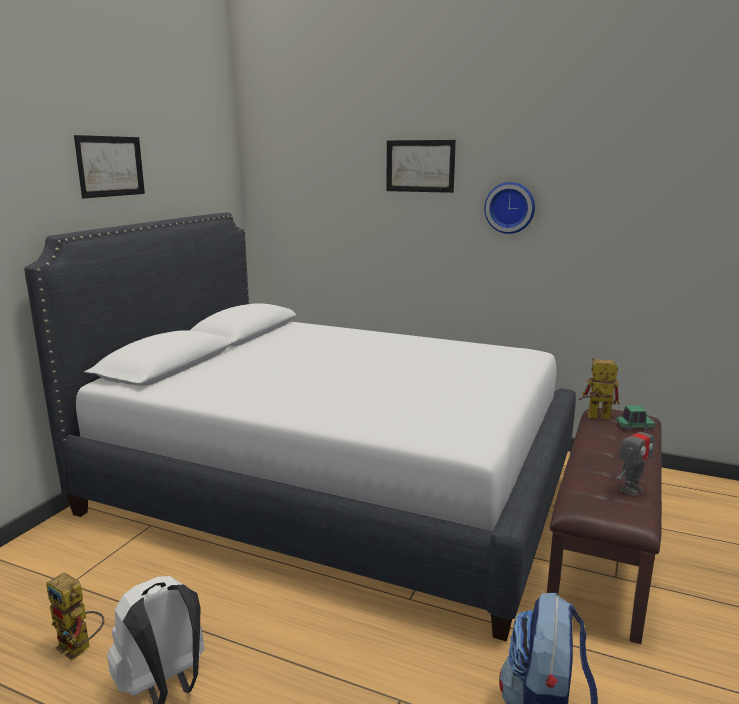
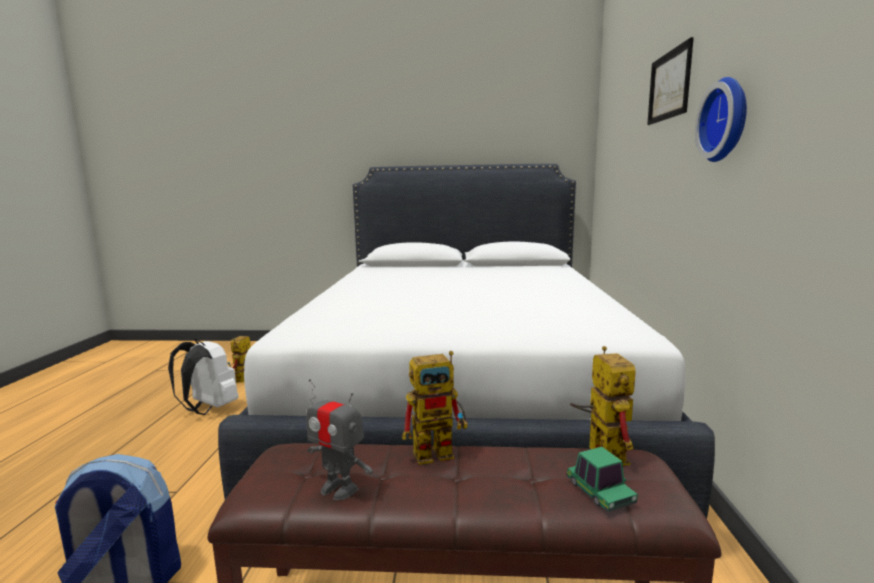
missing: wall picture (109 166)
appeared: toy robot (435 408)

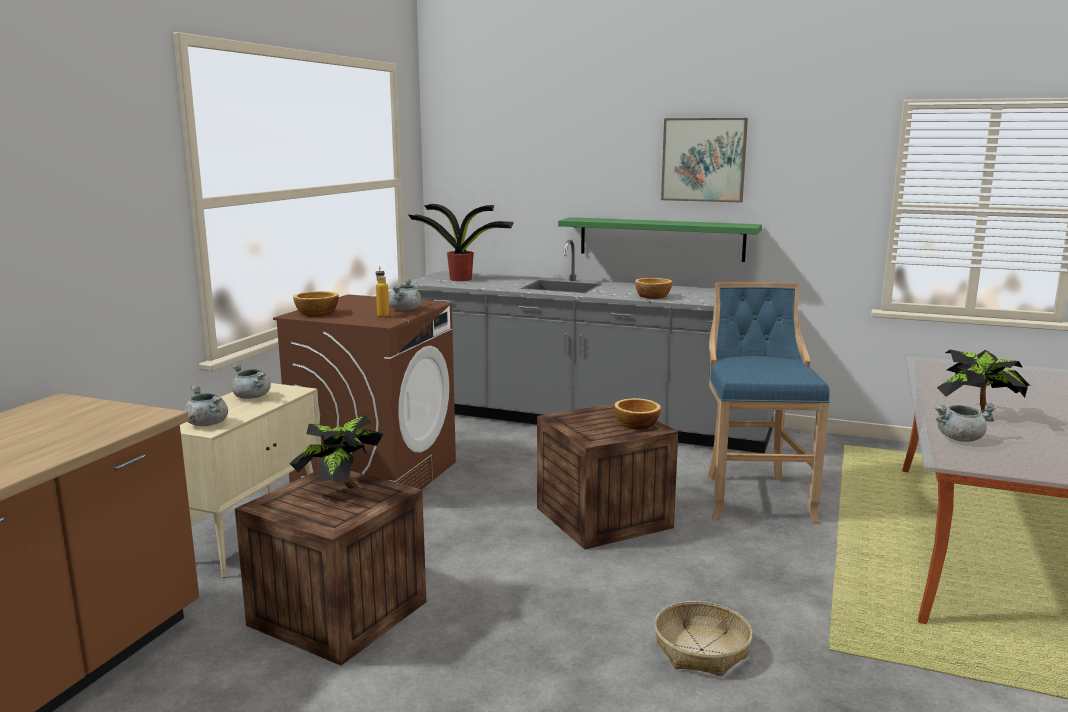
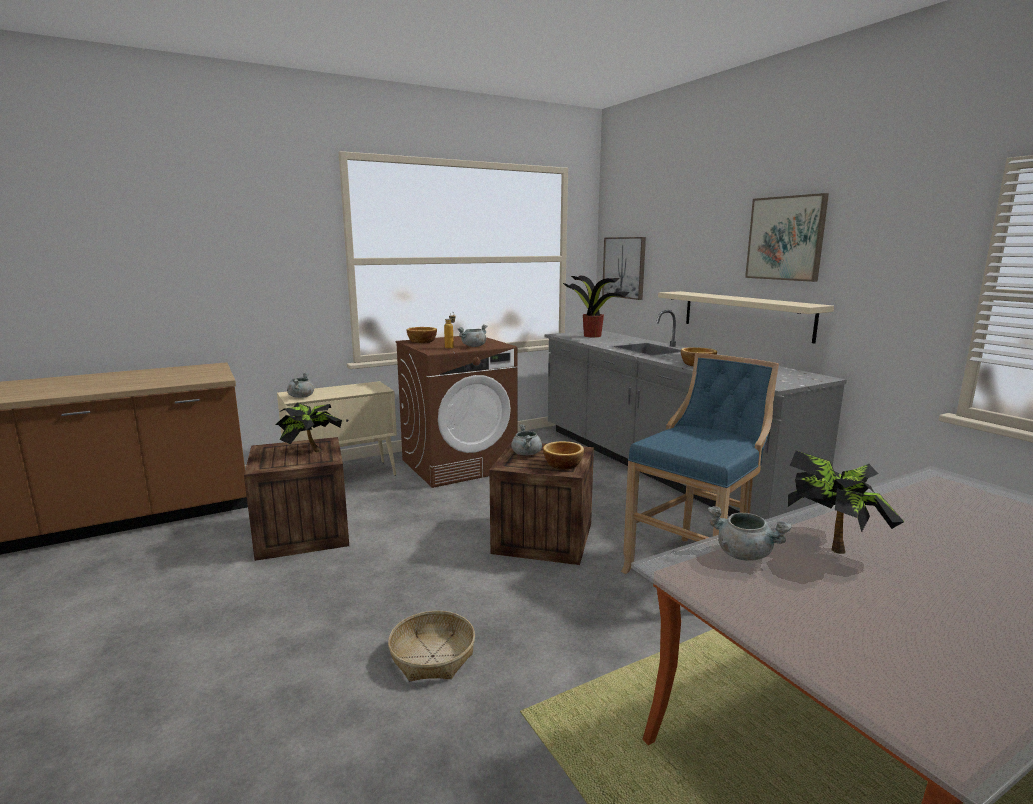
appeared: wall picture (624 268)
relocated: gray saucepot (251 381) to (526 439)
colour: green bracket shelf (660 239) to beige bracket shelf (746 317)

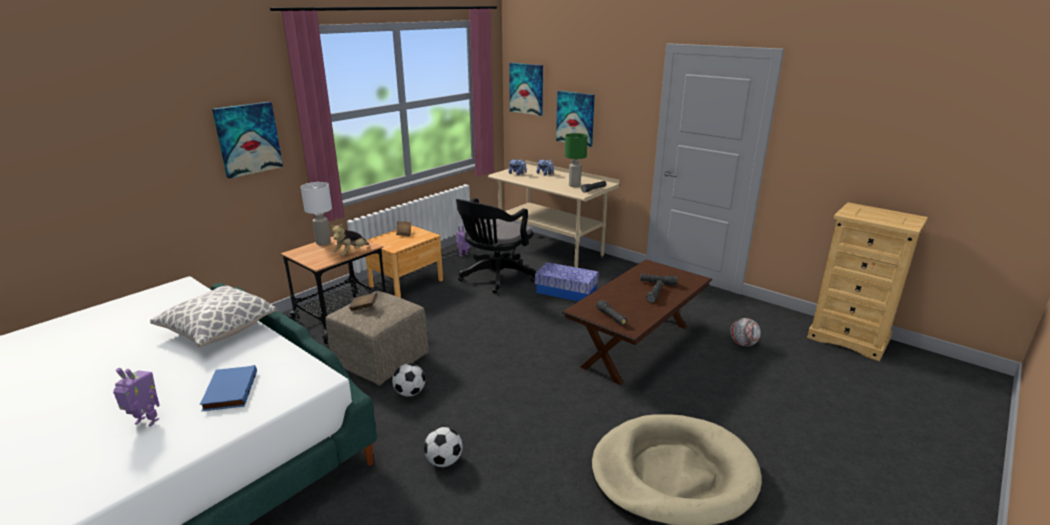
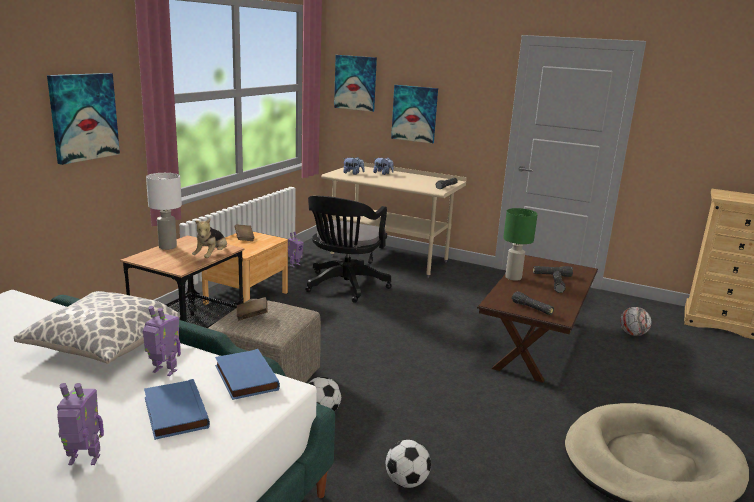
missing: storage bin (567 281)
appeared: toy robot (162 341); blue-coloured book (247 374)
relocated: green table lamp (576 160) to (520 244)

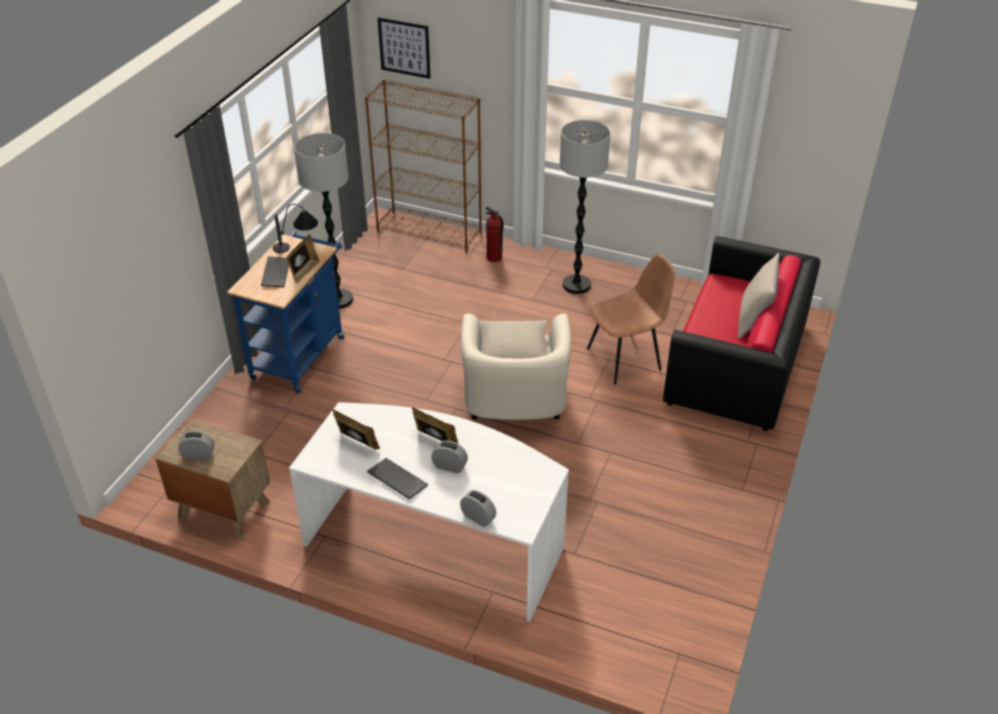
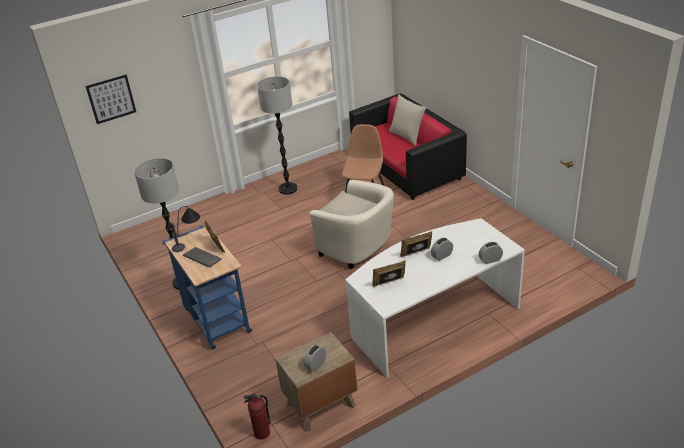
missing: brown-coloured bookcase (423 166); computer keyboard (397 478)
relocated: fire extinguisher (495 234) to (257 416)

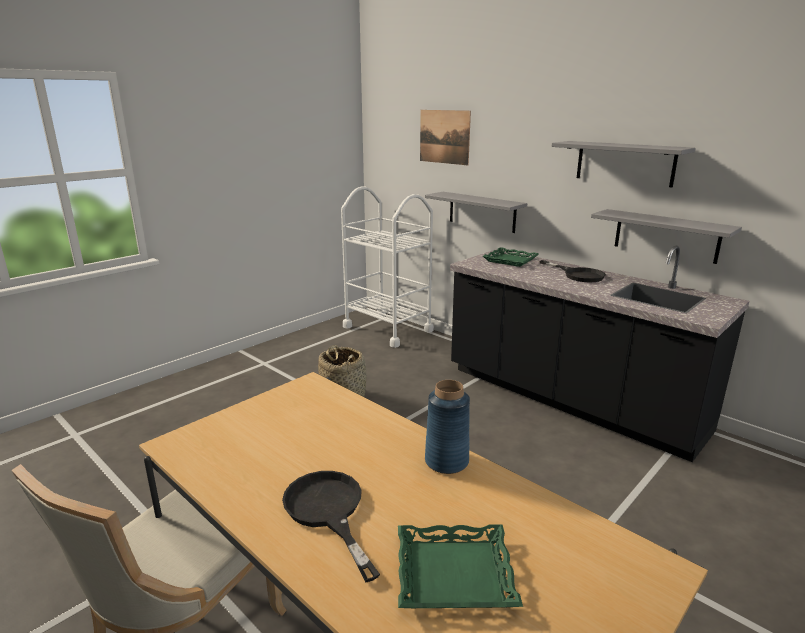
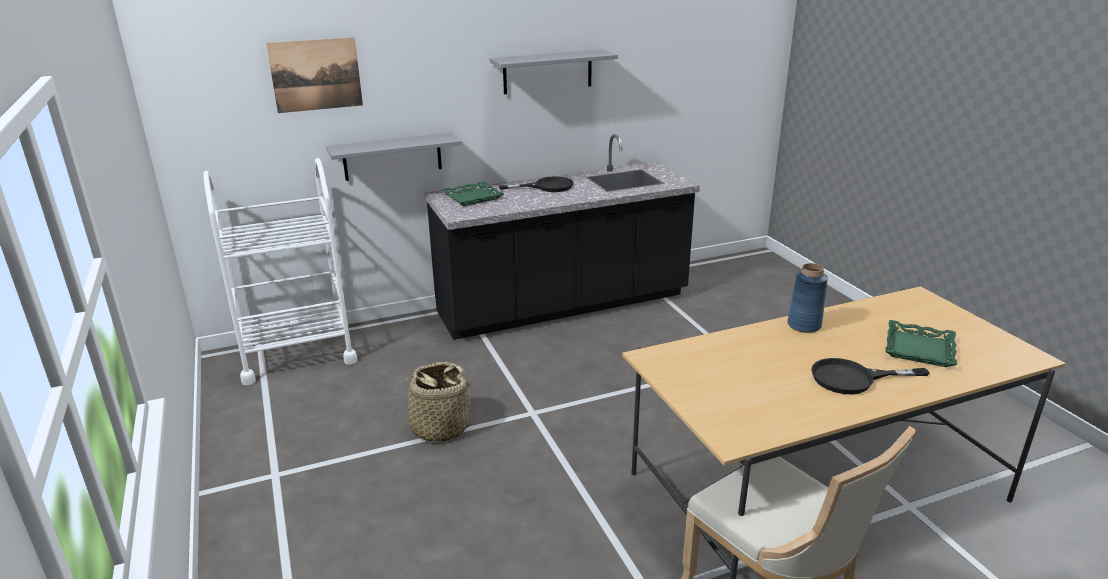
missing: gray bracket shelf (666 236)

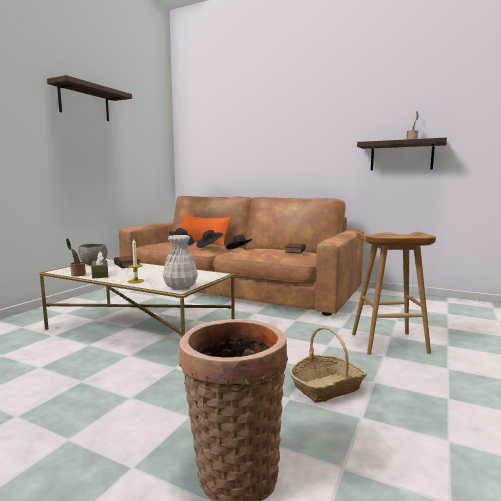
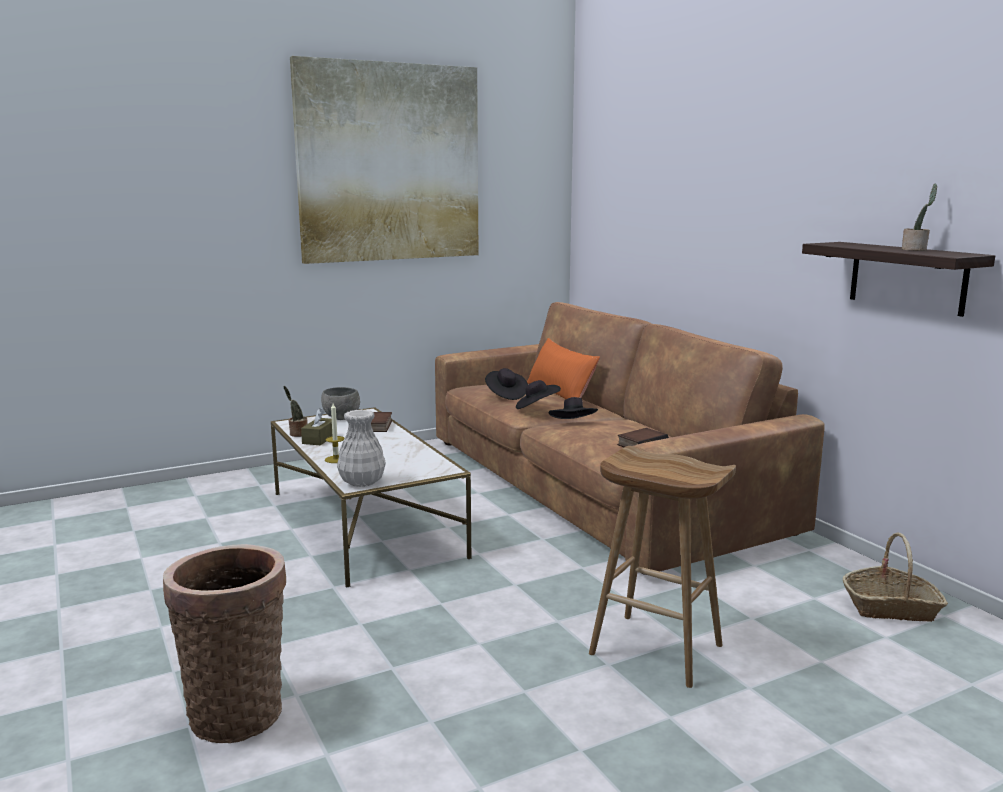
relocated: household basket (328 365) to (895 577)
exchanged: bracket shelf (89 98) to wall picture (384 160)

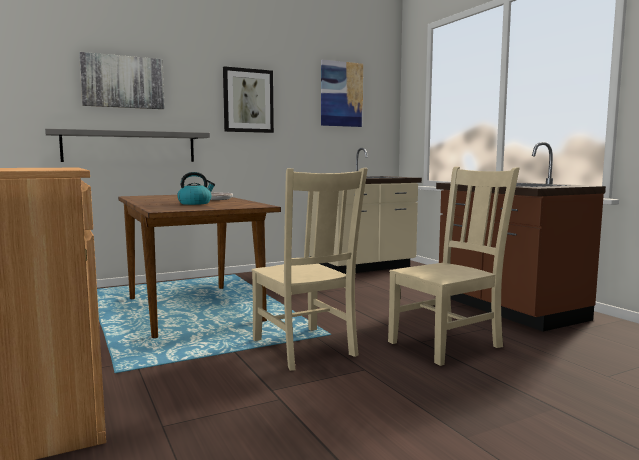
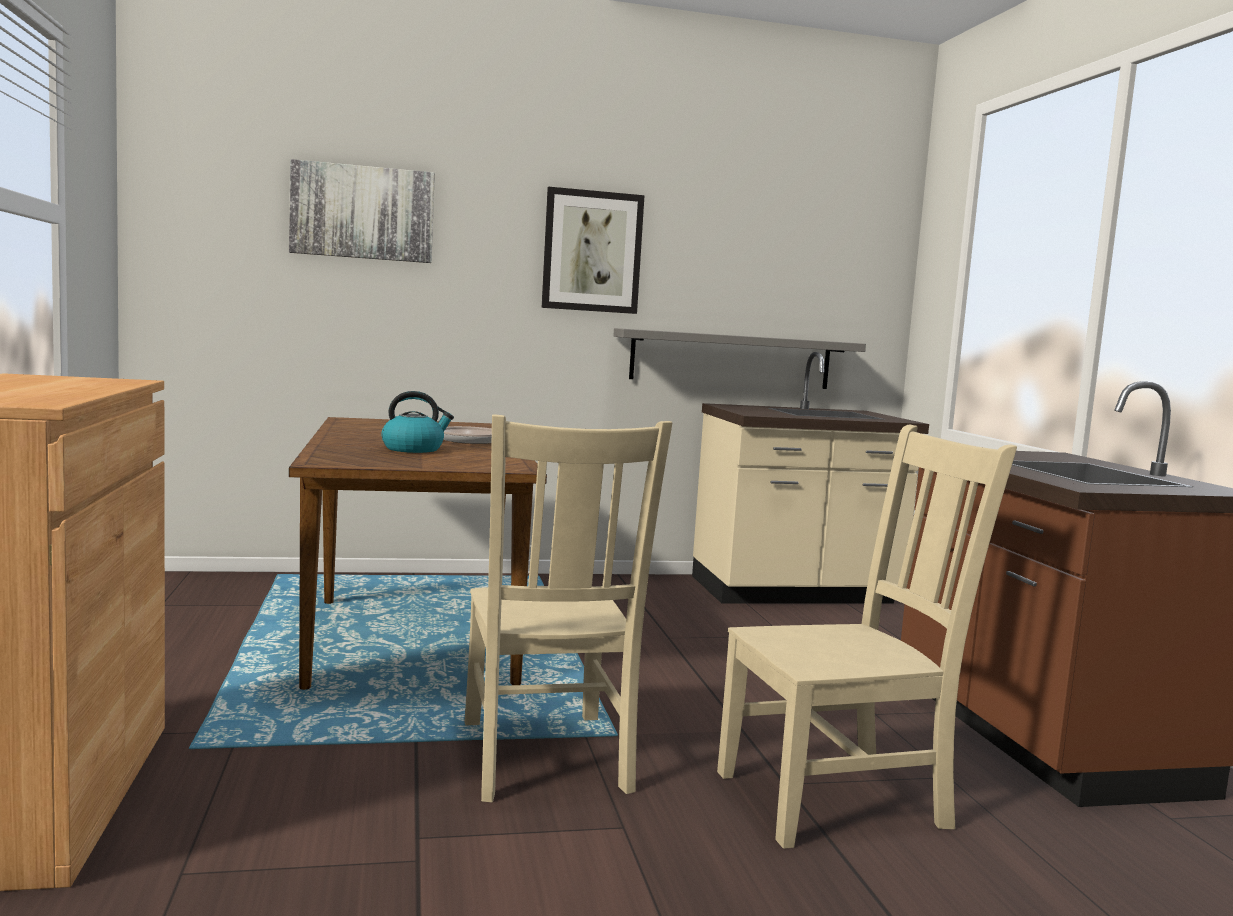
missing: wall picture (342 93)
relocated: gray bracket shelf (127 145) to (739 358)

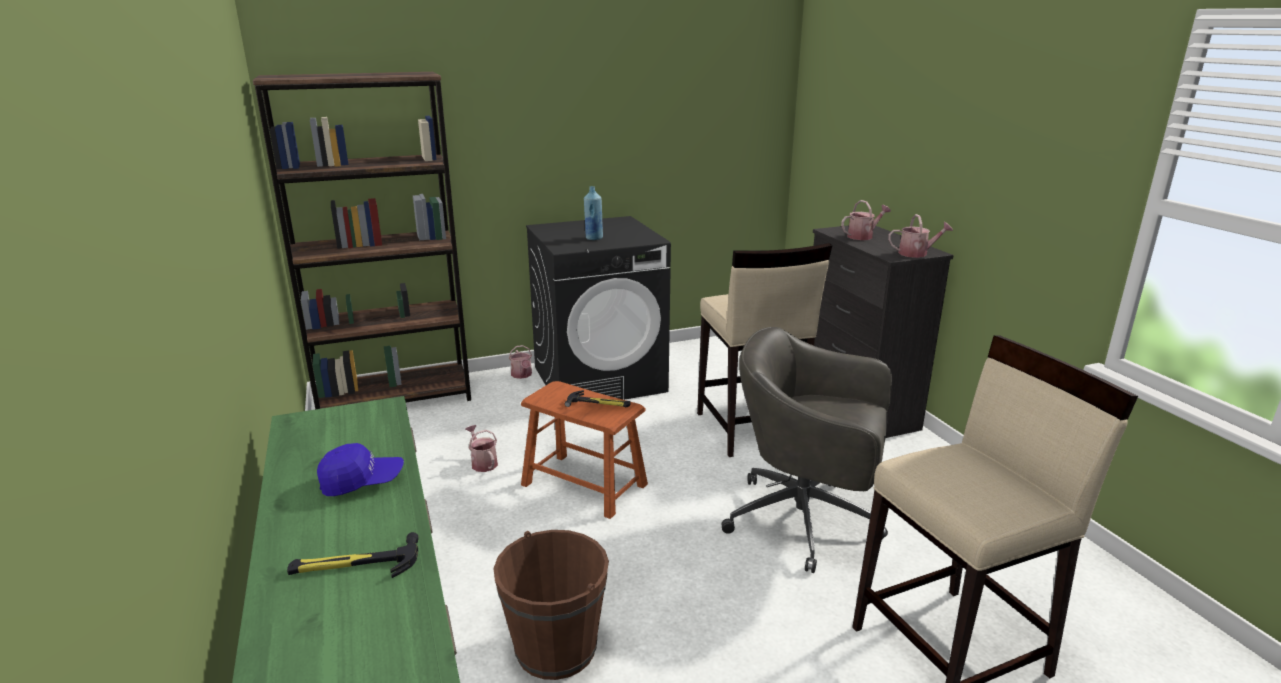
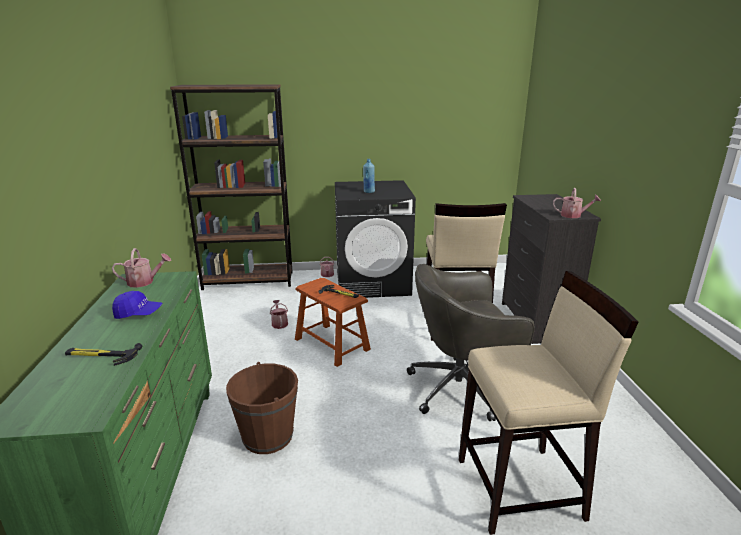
relocated: watering pot (866 220) to (141 268)
spun: gray computer chair (806 450) = (470 342) 45 degrees counterclockwise

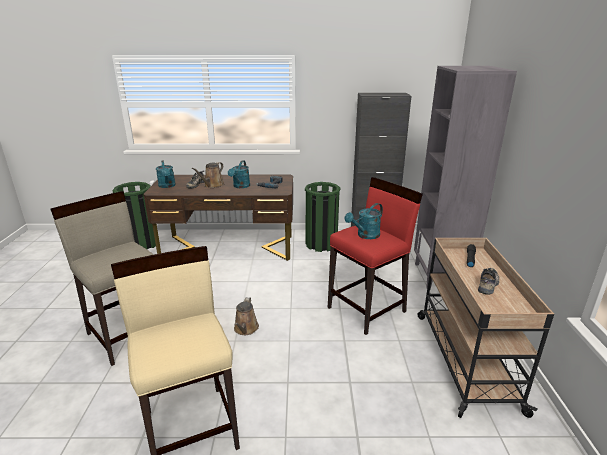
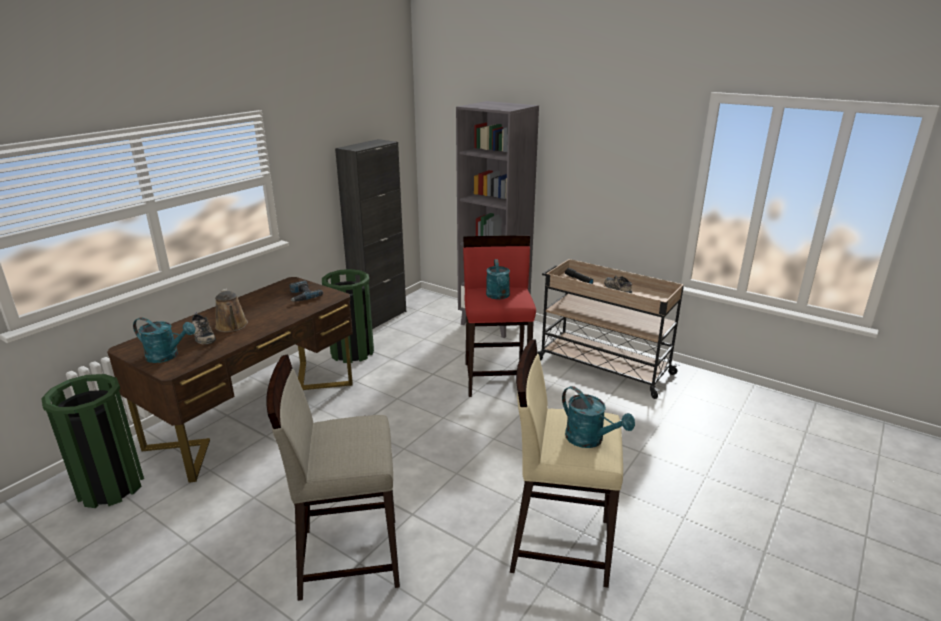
missing: brown-coloured watering pot (246 316)
relocated: blue-green watering pot (239 174) to (598 417)

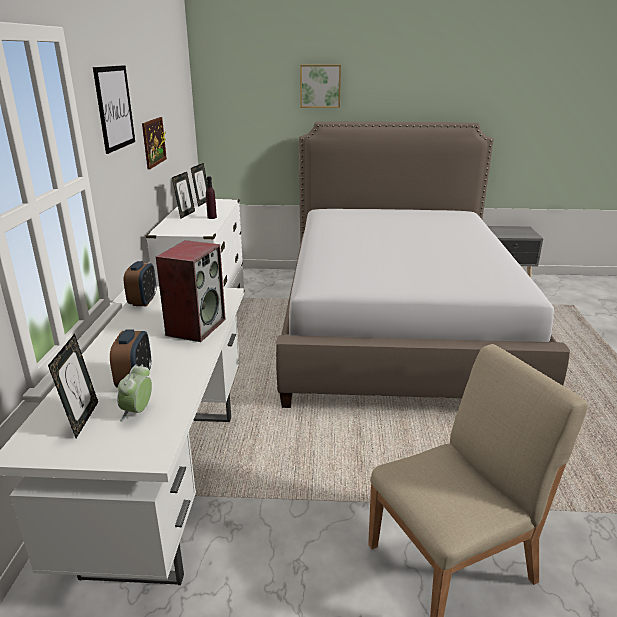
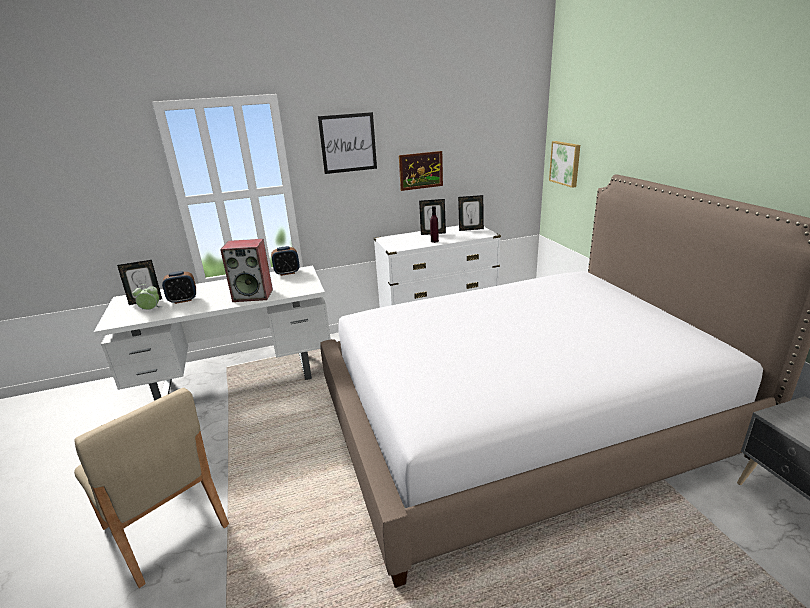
relocated: wall picture (320 86) to (564 164)

